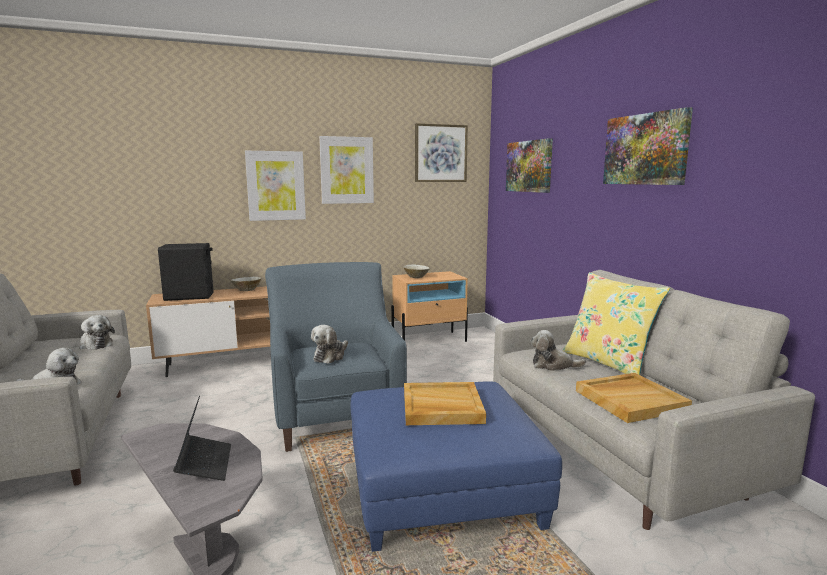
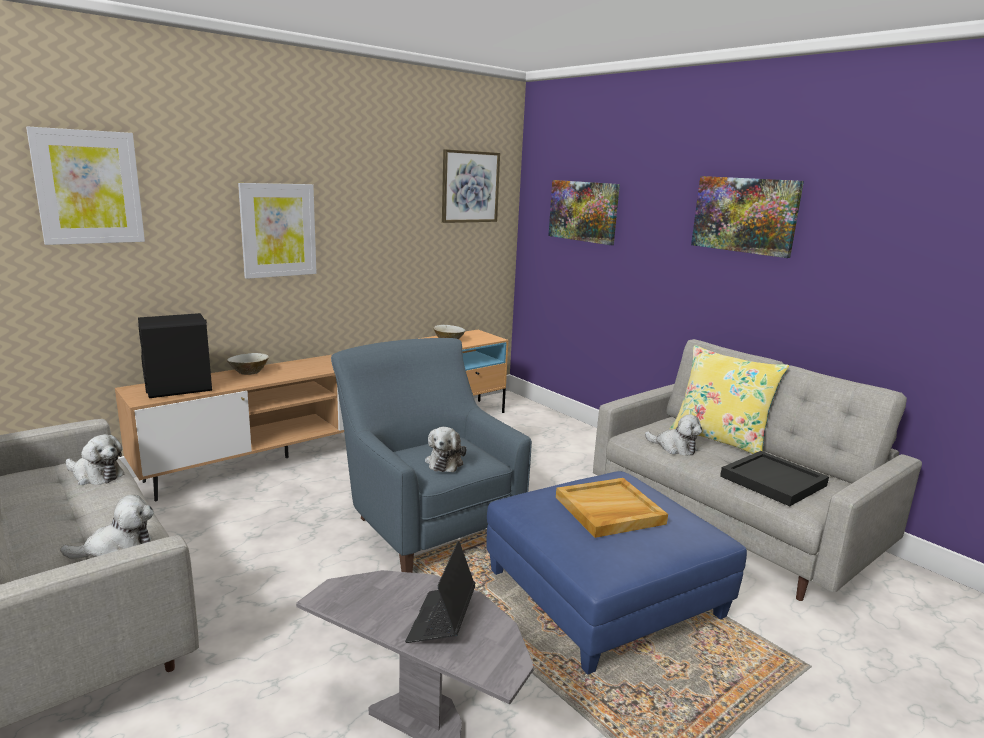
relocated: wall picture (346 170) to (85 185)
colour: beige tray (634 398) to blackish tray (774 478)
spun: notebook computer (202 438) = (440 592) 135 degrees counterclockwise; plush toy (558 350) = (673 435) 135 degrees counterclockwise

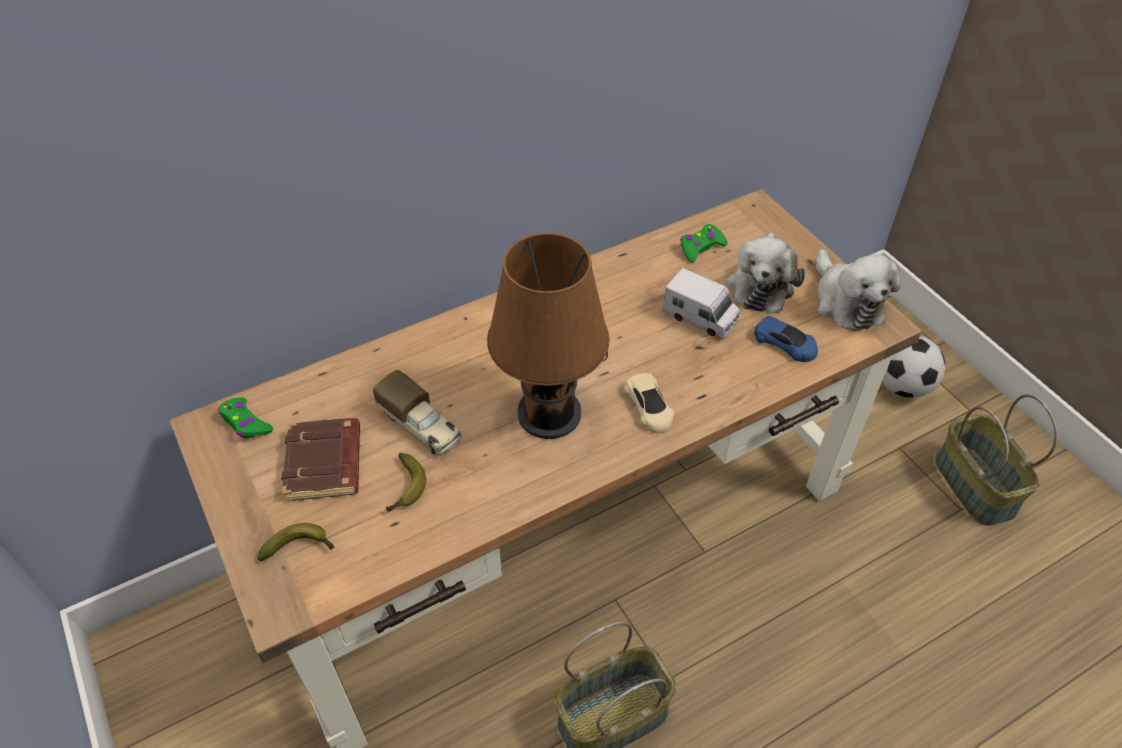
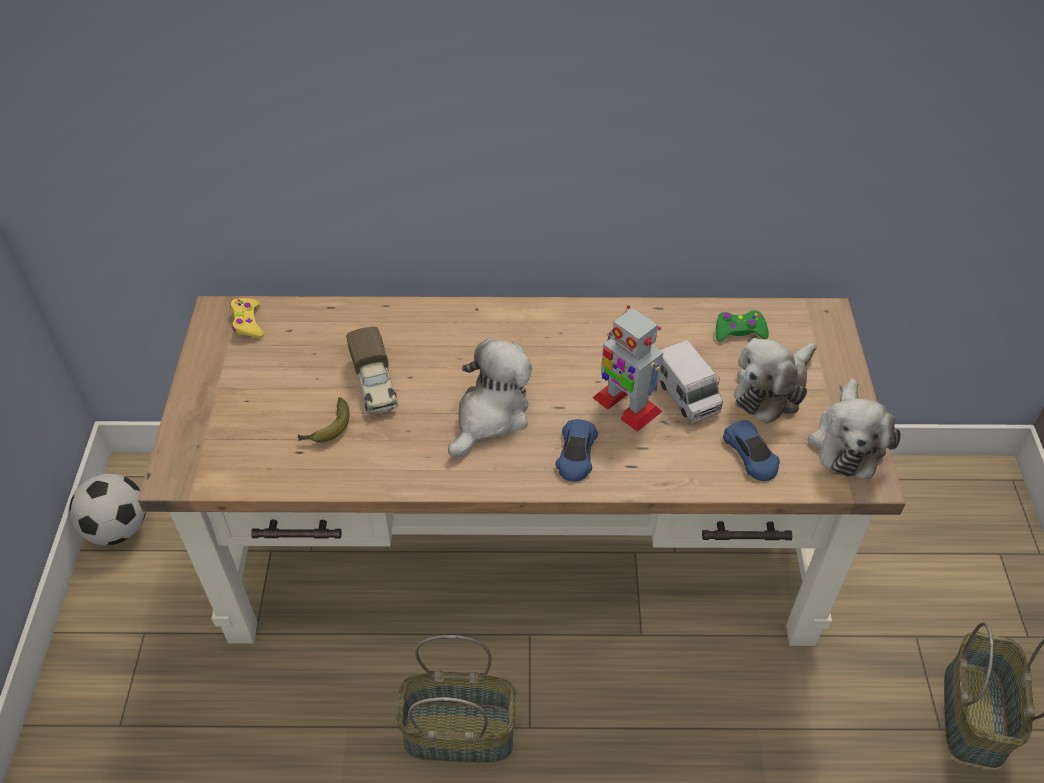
missing: banana fruit (296 542); brown-coloured book (320 460)
appeared: toy robot (627 368)
relocated: football (913 367) to (107 509)
exchanged: brown-coloured table lamp (548 336) to plush toy (490 397)
colour: green gamepad (245 418) to yellowish gamepad (247 318); beige miniature car (649 403) to blue-coloured miniature car (576 450)

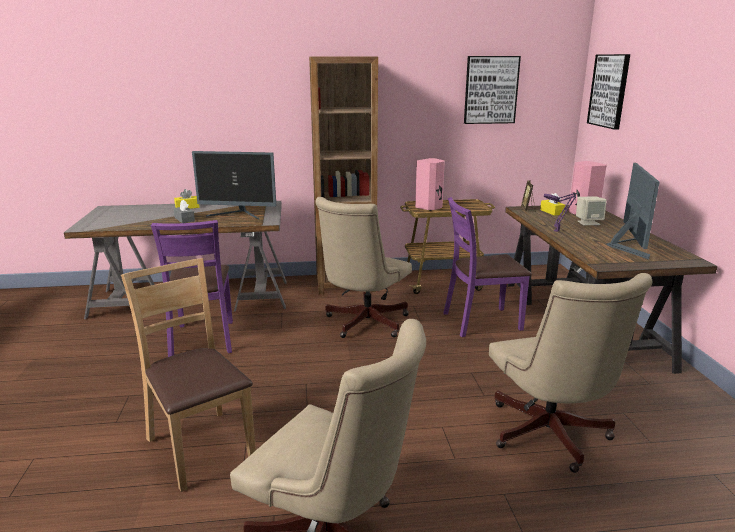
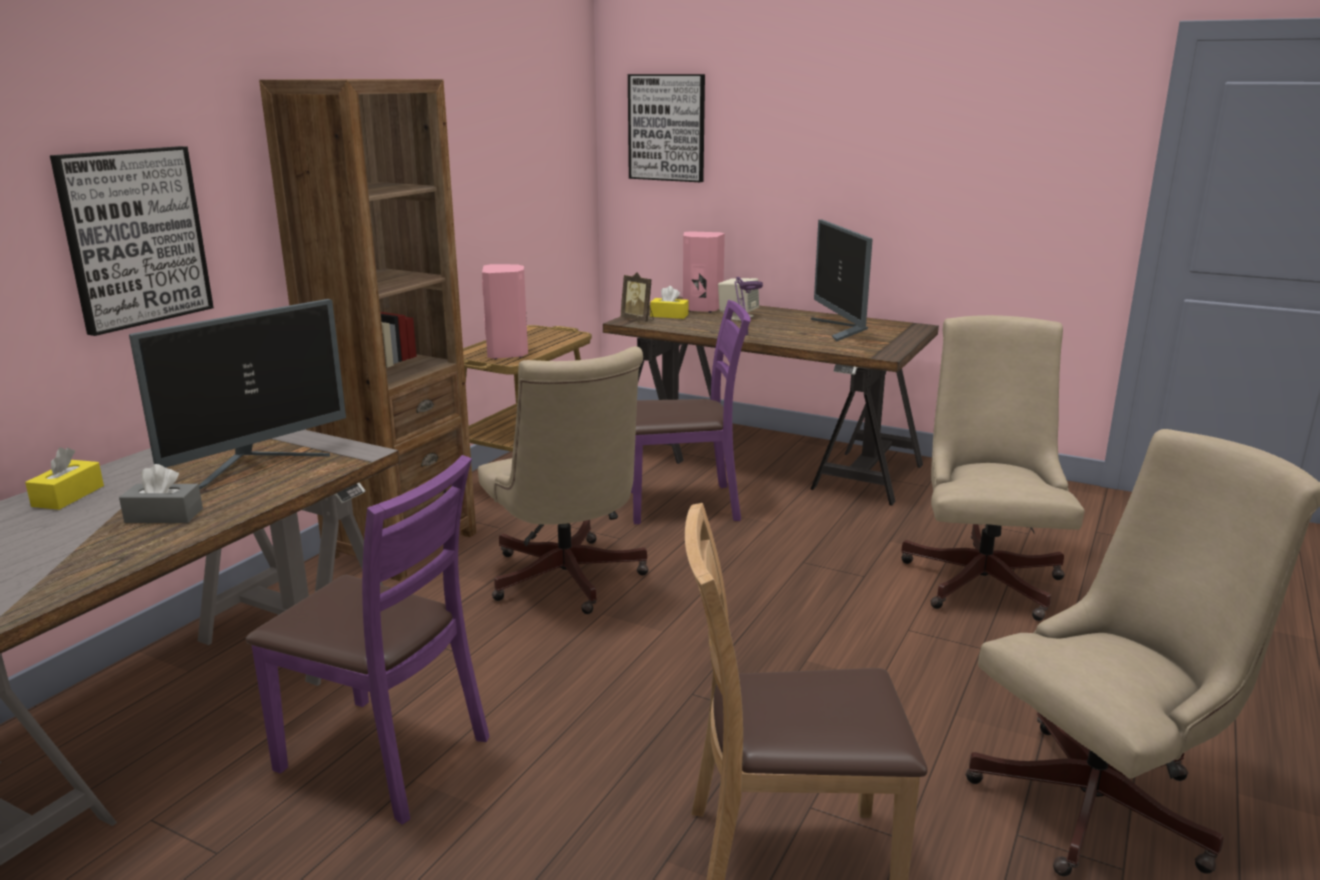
relocated: wall picture (492 90) to (132 241)
spun: purple plain chair (487 267) = (691 412) 120 degrees counterclockwise; computer screen (633 211) = (842 280) 150 degrees counterclockwise; beige computer chair (570 373) = (993 468) 105 degrees counterclockwise

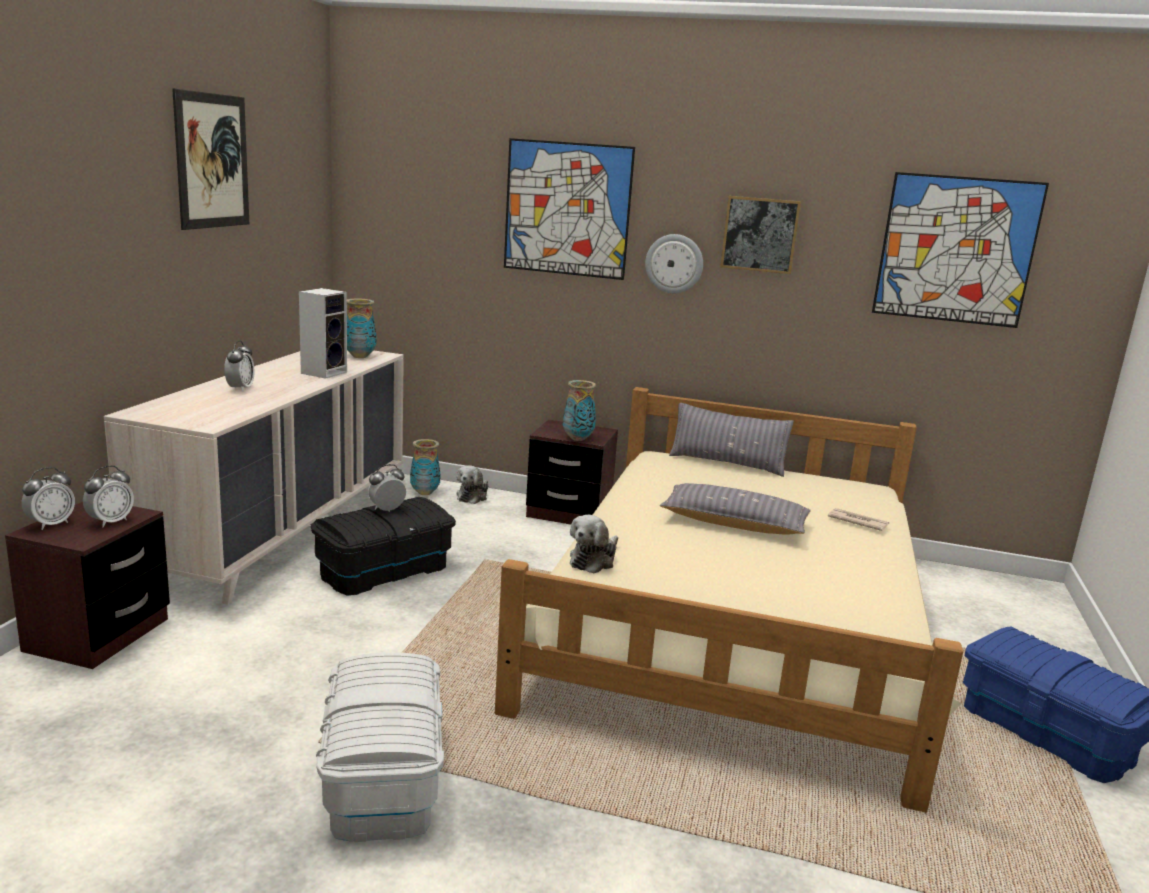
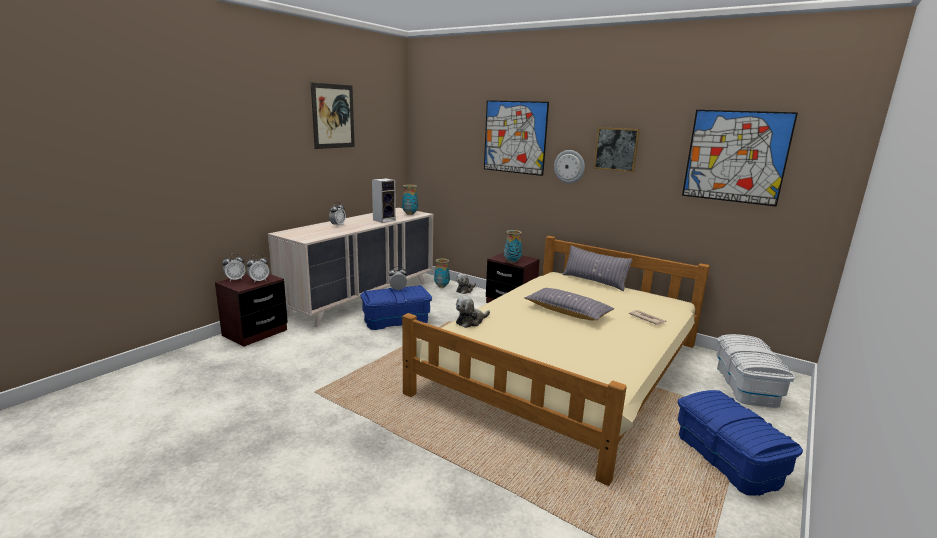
relocated: white storage bin (380 747) to (755 371)
colour: blackish storage bin (383 546) to blue-coloured storage bin (396 307)

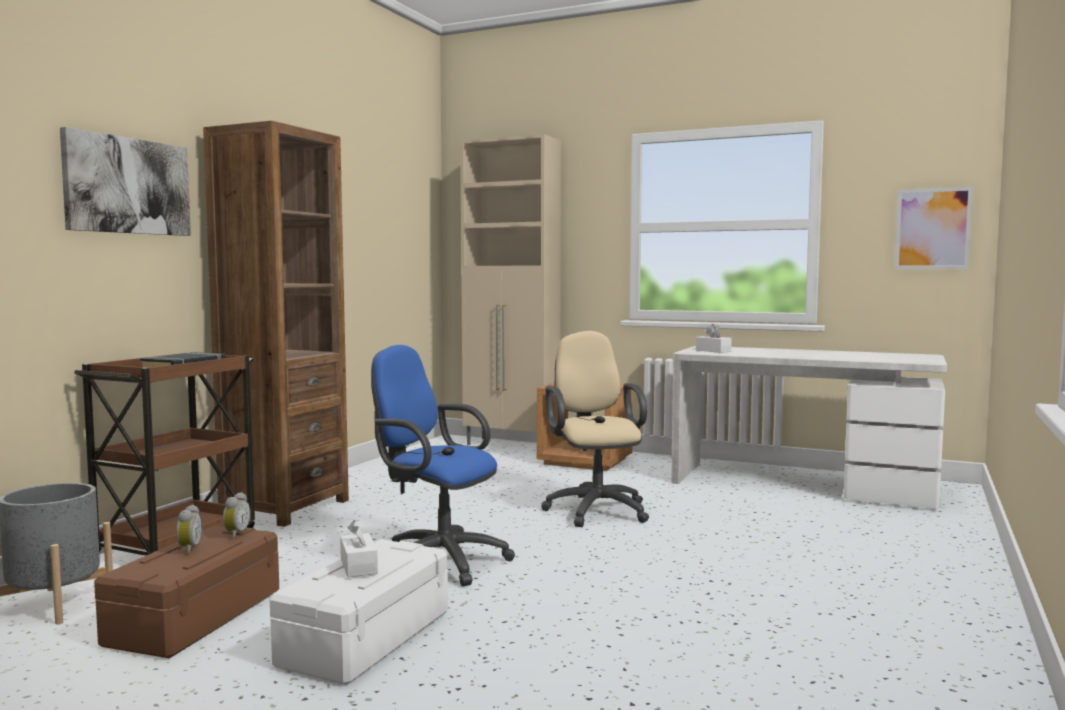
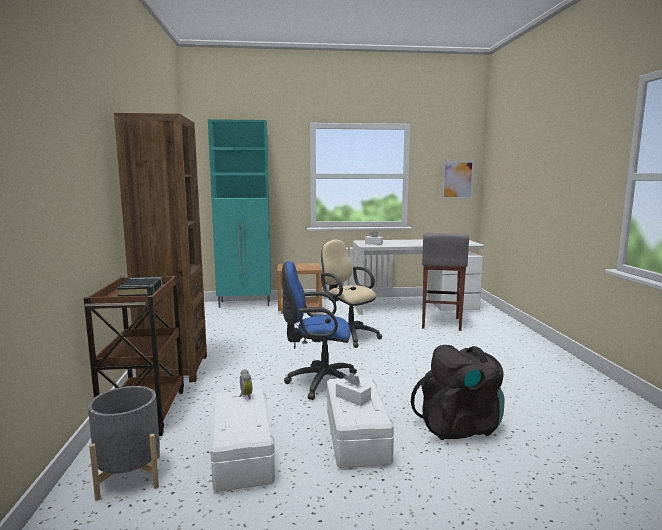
missing: wall picture (125 181); bedside clock (189 529)
appeared: blackish rucksack (458 392); gray stool (445 282)
colour: beige storage cabinet (510 289) to blue-green storage cabinet (239 213); brown-coloured storage bin (186 592) to white storage bin (242 440)

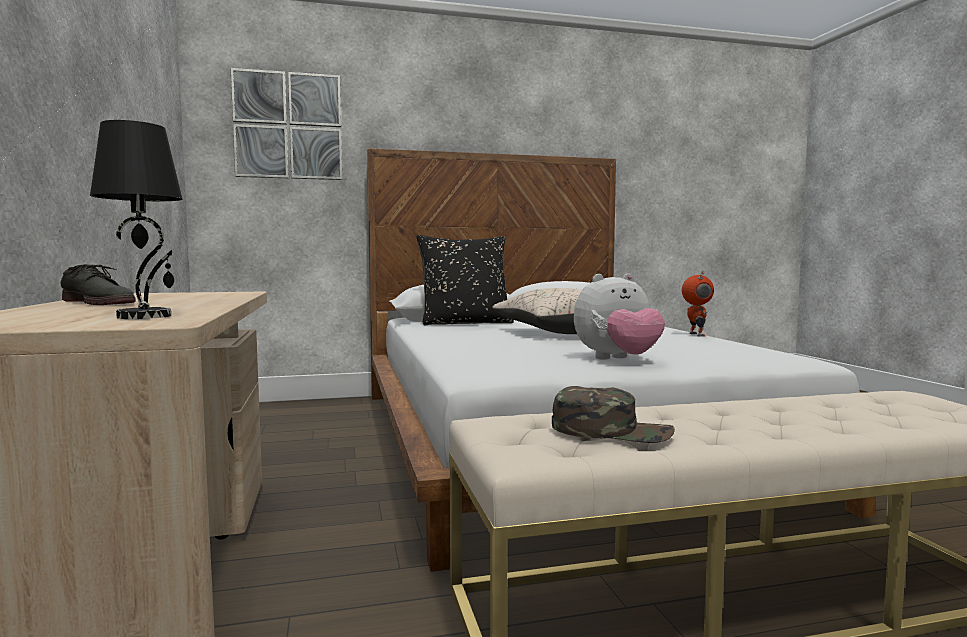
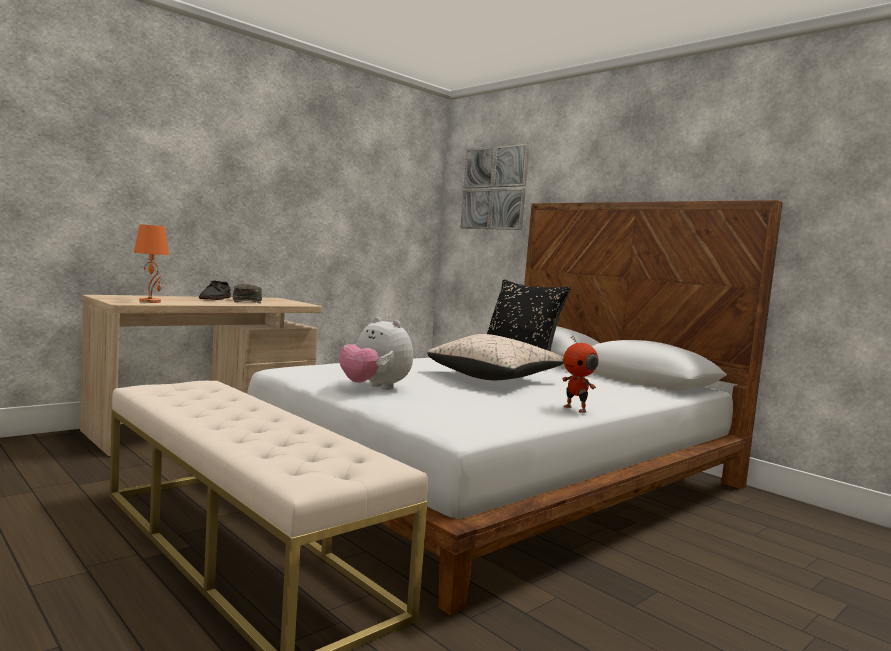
relocated: green peaked cap (613 414) to (247 294)
colour: blackish table lamp (136 219) to orange-coloured table lamp (151 263)
spun: toy robot (698 304) = (580 374) 90 degrees clockwise

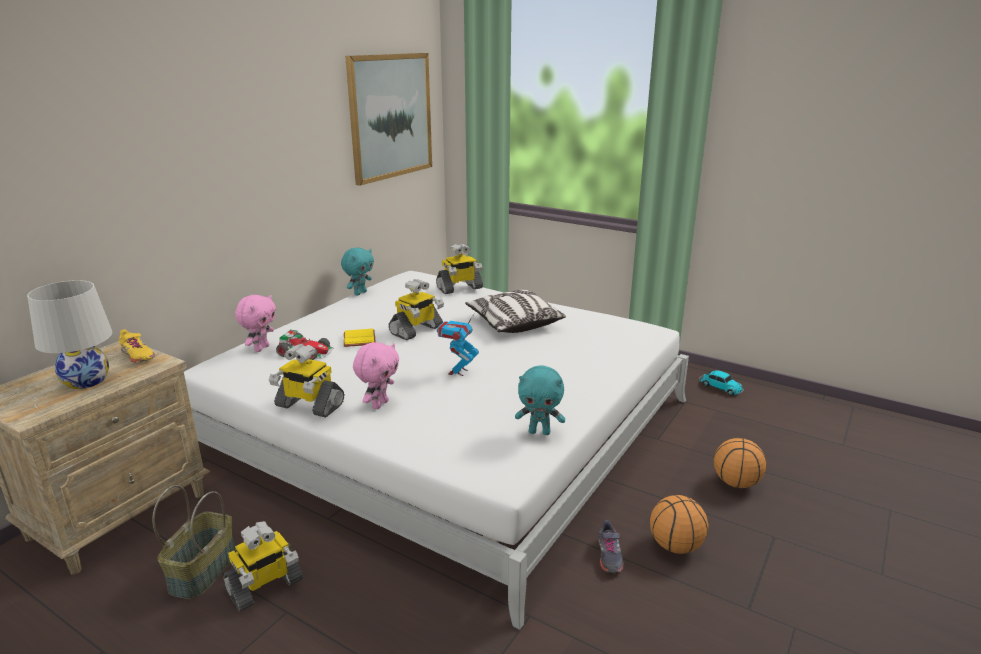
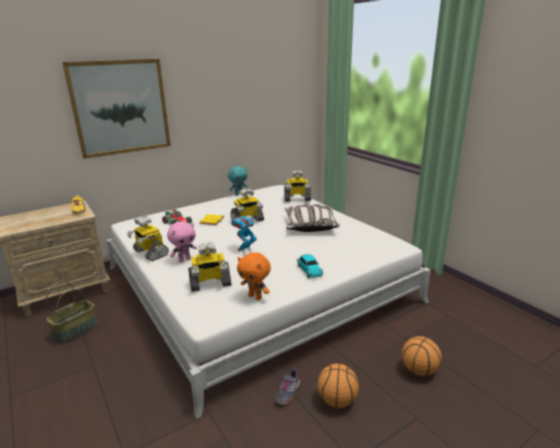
missing: white table lamp (70 334); pink-coloured plush toy (255 323)
relocated: wall picture (388 119) to (116 109); toy robot (263 566) to (209 267); miniature car (721 383) to (309 266)
colour: blue-green plush toy (540 400) to orange-coloured plush toy (254 276)

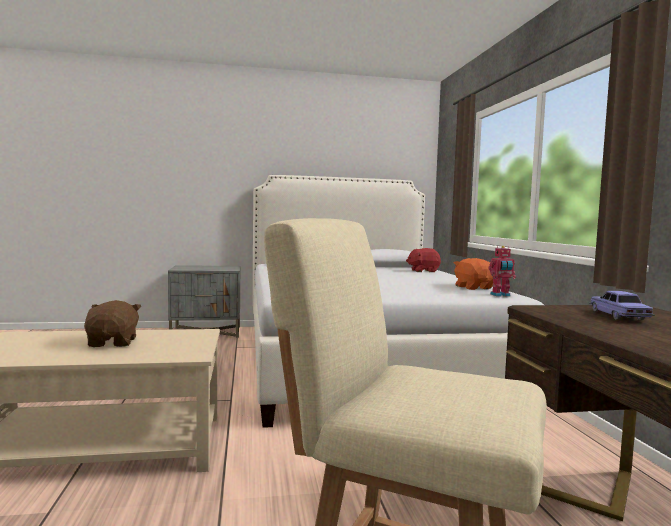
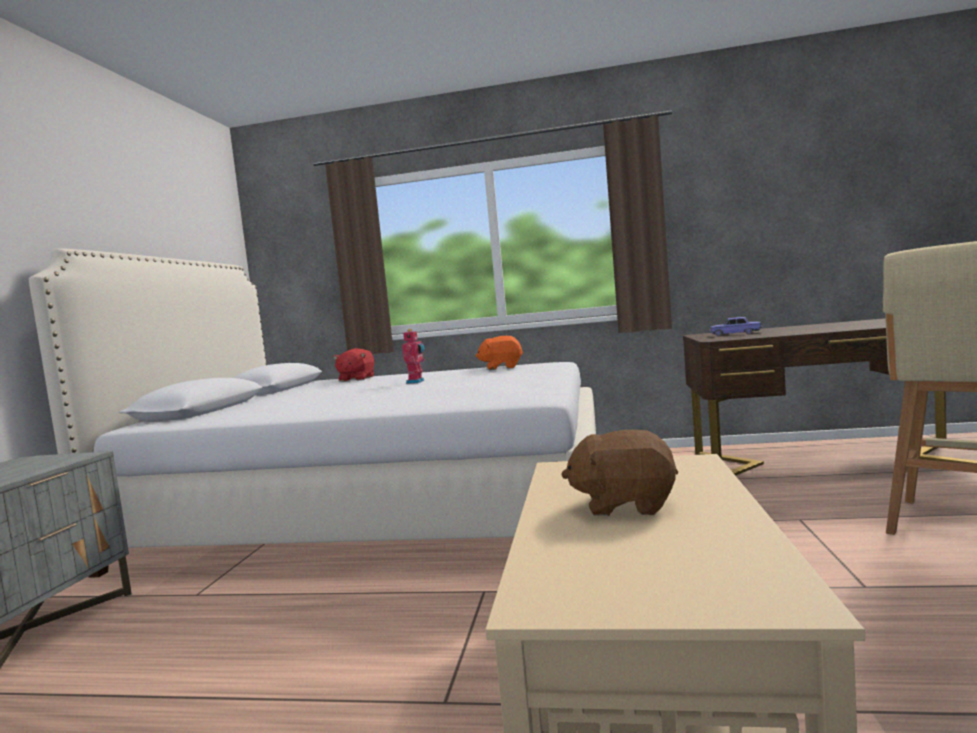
relocated: toy robot (502 271) to (413 356)

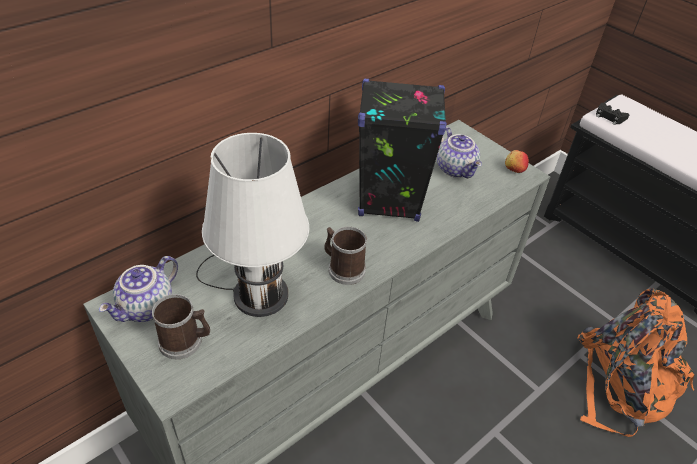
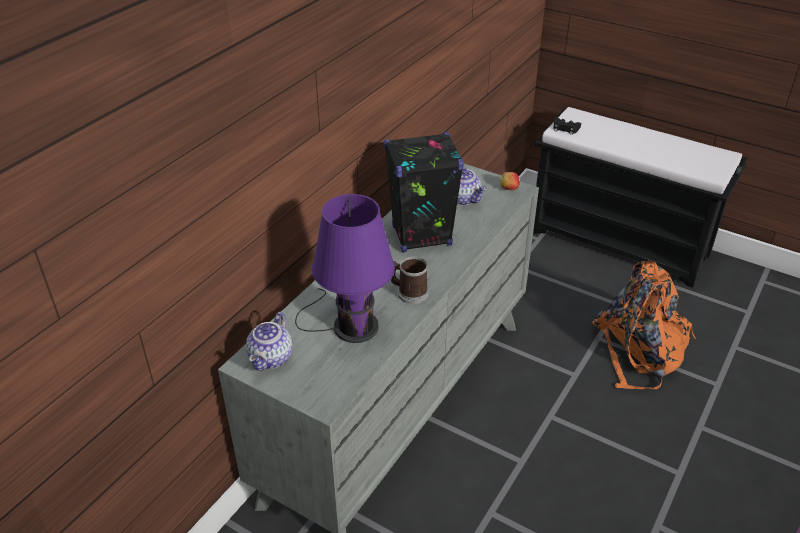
missing: tea mug (181 326)
colour: white table lamp (252 225) to purple table lamp (345 268)

